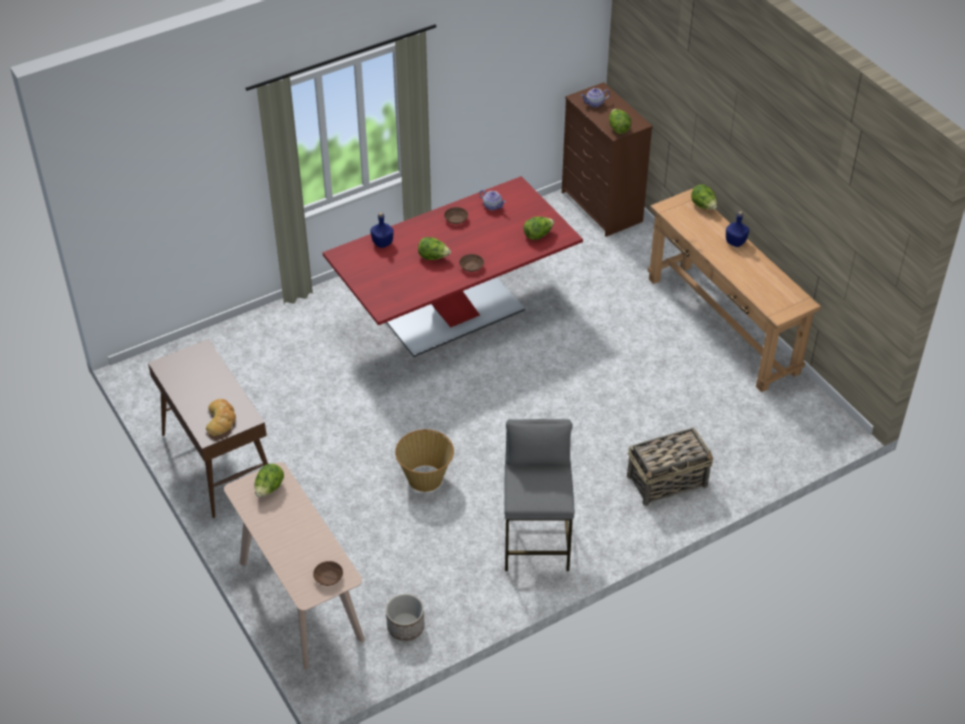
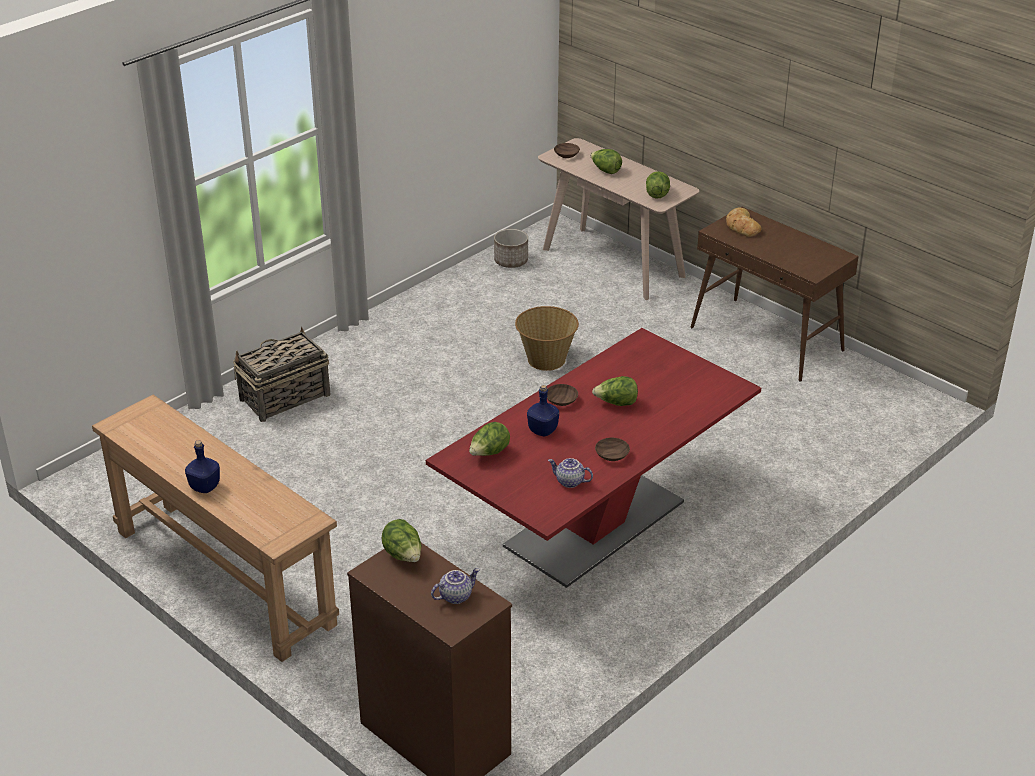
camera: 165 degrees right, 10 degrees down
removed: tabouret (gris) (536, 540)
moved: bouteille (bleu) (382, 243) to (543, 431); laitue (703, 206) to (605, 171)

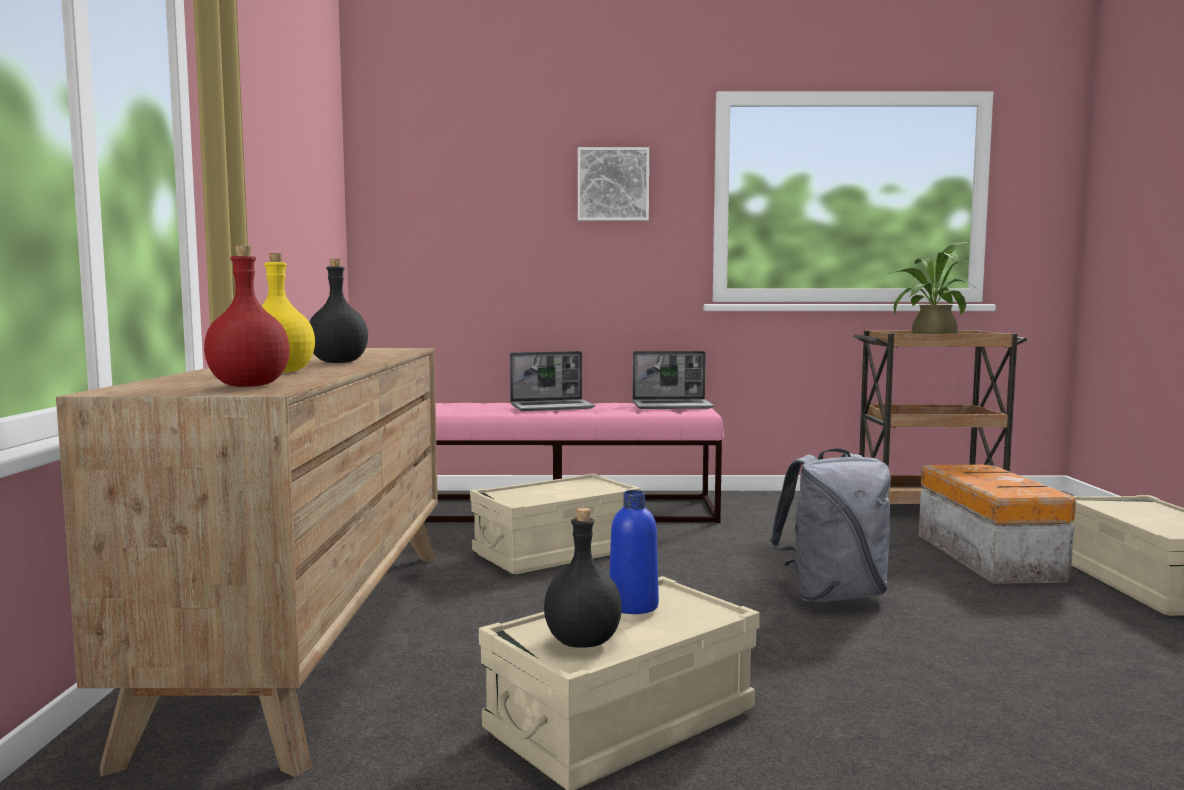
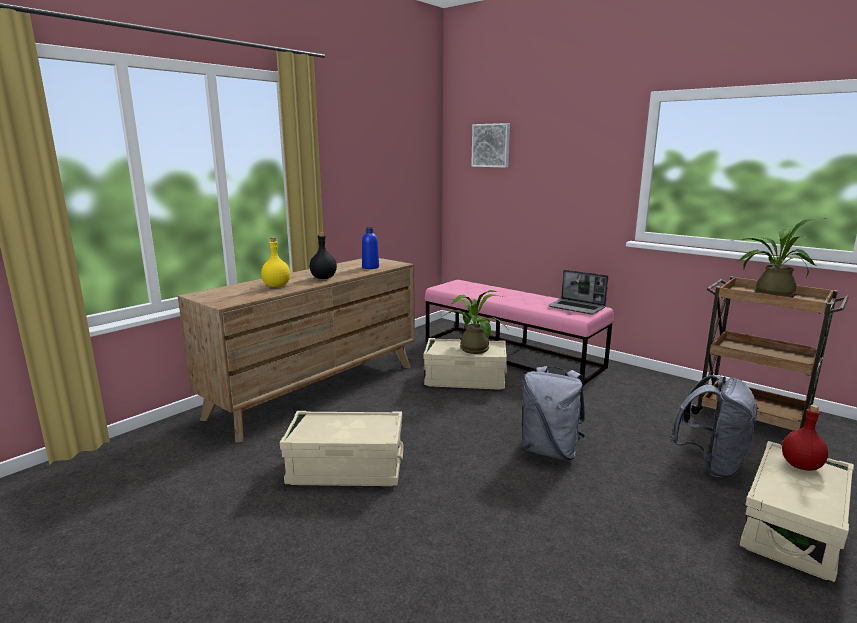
camera: 40 degrees right, 10 degrees up
removed: ordinateur portable (553, 407); bouteille (noir) (584, 642)
added: plante en pot (472, 348)
moved: bouteille (rouge) (250, 386) to (802, 466); tableau (613, 185) to (491, 145); bouteille (bleu) (633, 606) to (370, 267)
replaced: boîte de rangement (989, 556) to sac à dos (gris) (711, 464)

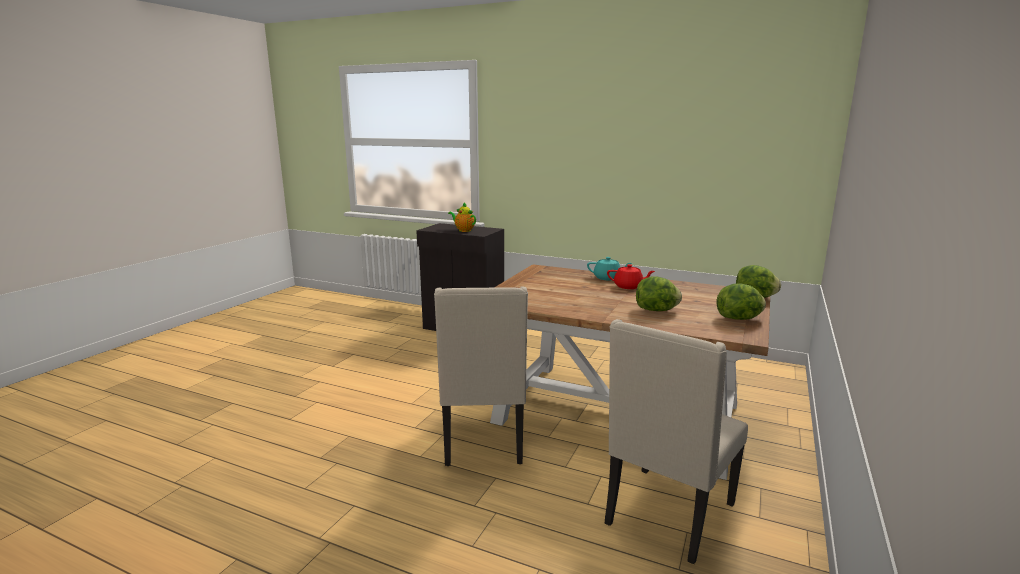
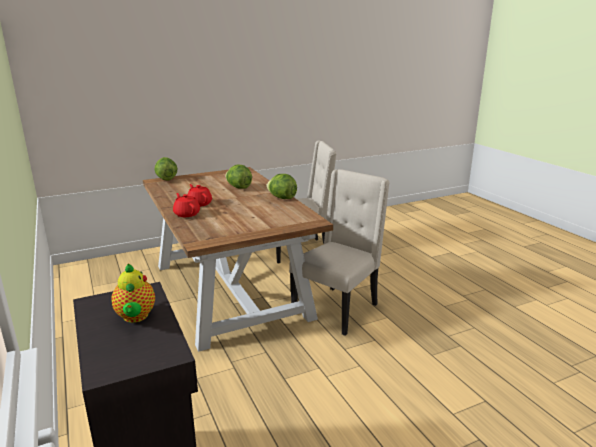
camera: 140 degrees left, 5 degrees up
moved: laitue (739, 319) to (282, 198)
recoloured: théière (turquoise) (608, 278) to théière (rouge) (186, 214)

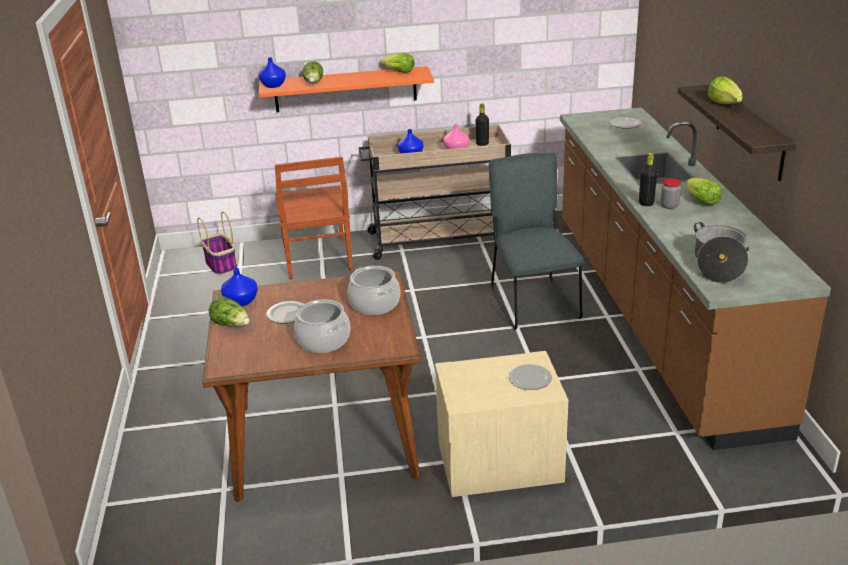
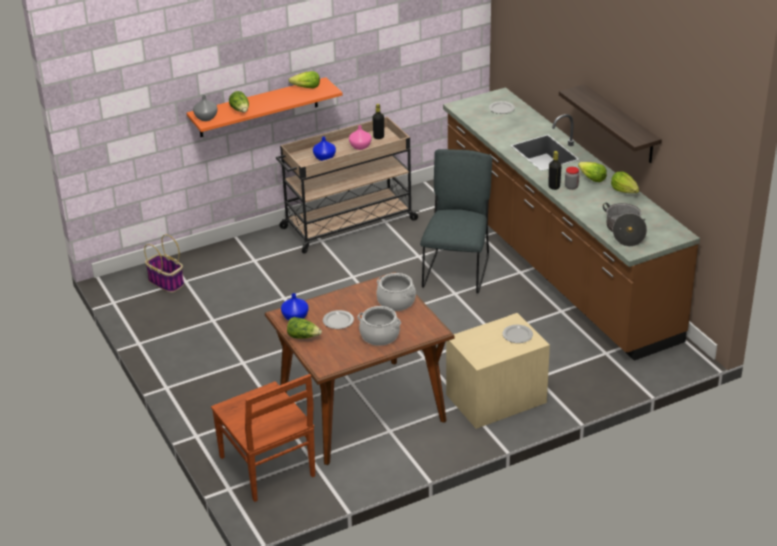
camera: 20 degrees left, 5 degrees up
moved: chaise (marron) (317, 260) to (268, 468); laitue (725, 103) to (624, 191)
recoloured: vase (bleu) (273, 85) to vase (gris) (206, 117)
turned: chaise (gris) (533, 302) = (457, 270) 45 degrees clockwise

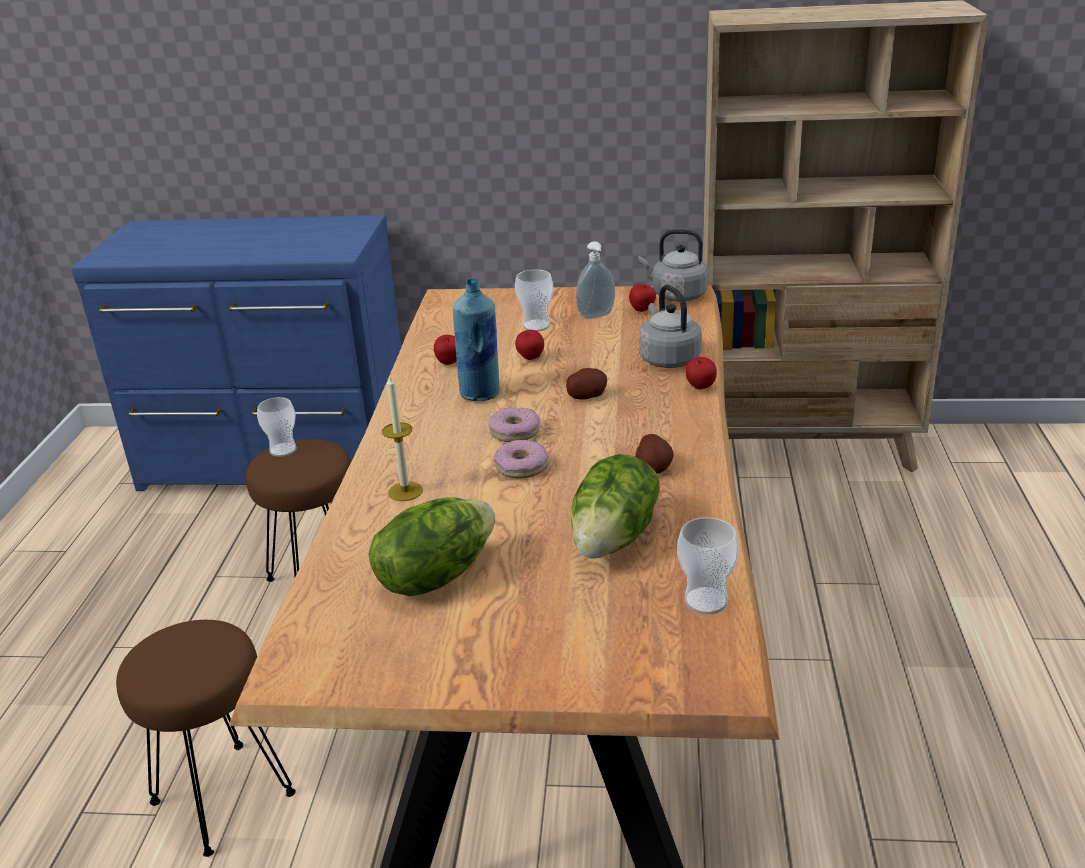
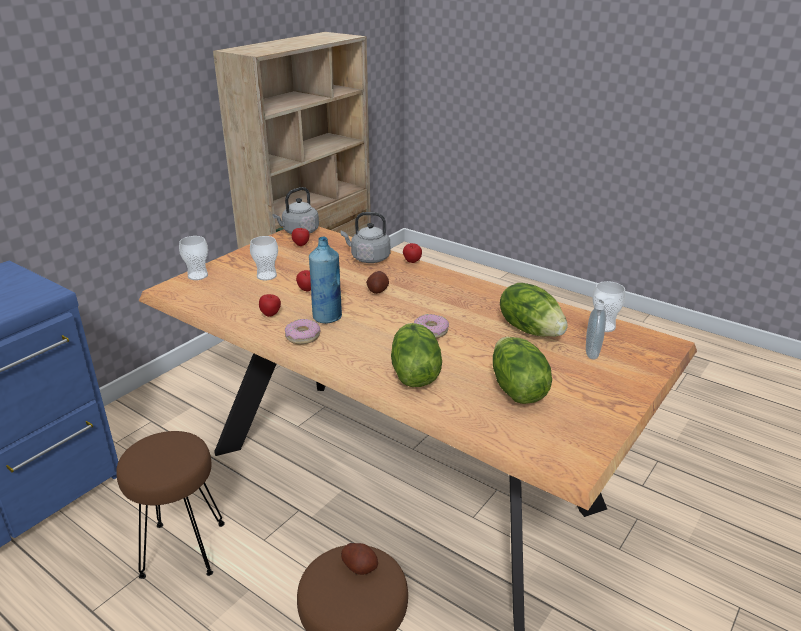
camera: 60 degrees left, 0 degrees up
moved: tasse (283, 450) to (198, 276); beignet (514, 432) to (302, 336); distributeur de savon (597, 316) to (594, 353); pomme de terre (654, 468) to (360, 566)
replaced: bougie (405, 491) to laitue (413, 374)

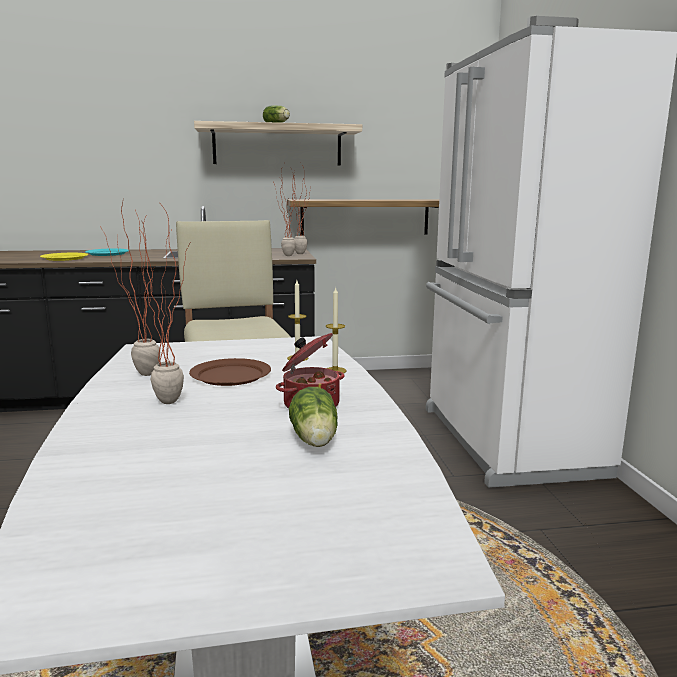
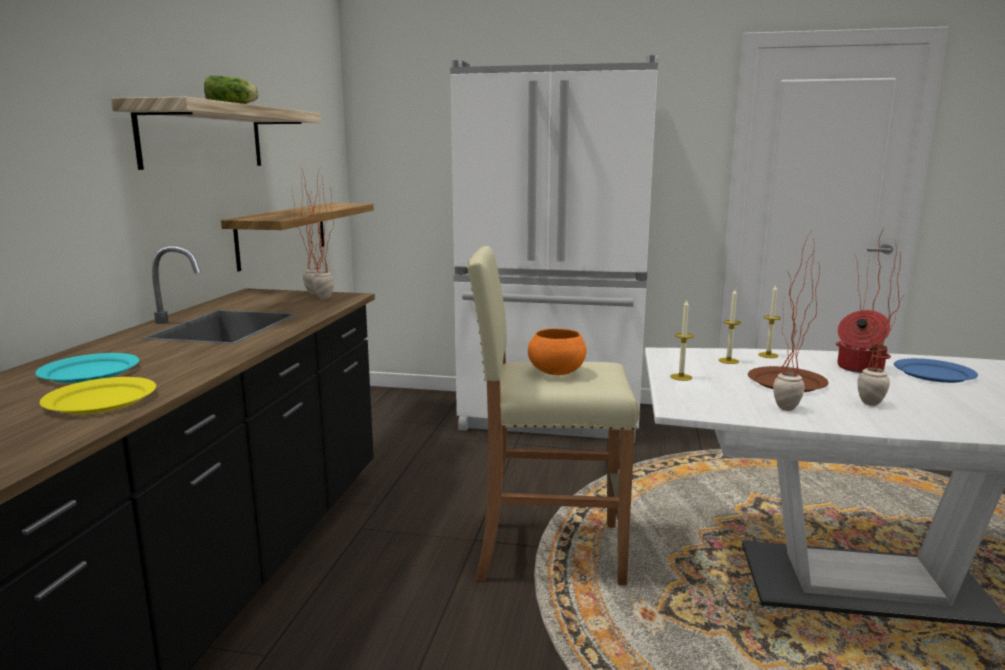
camera: 70 degrees left, 0 degrees up
added: bol (orange) (556, 373); bougie (681, 377)
replaced: laitue (314, 440) to assiette (bleu) (933, 373)

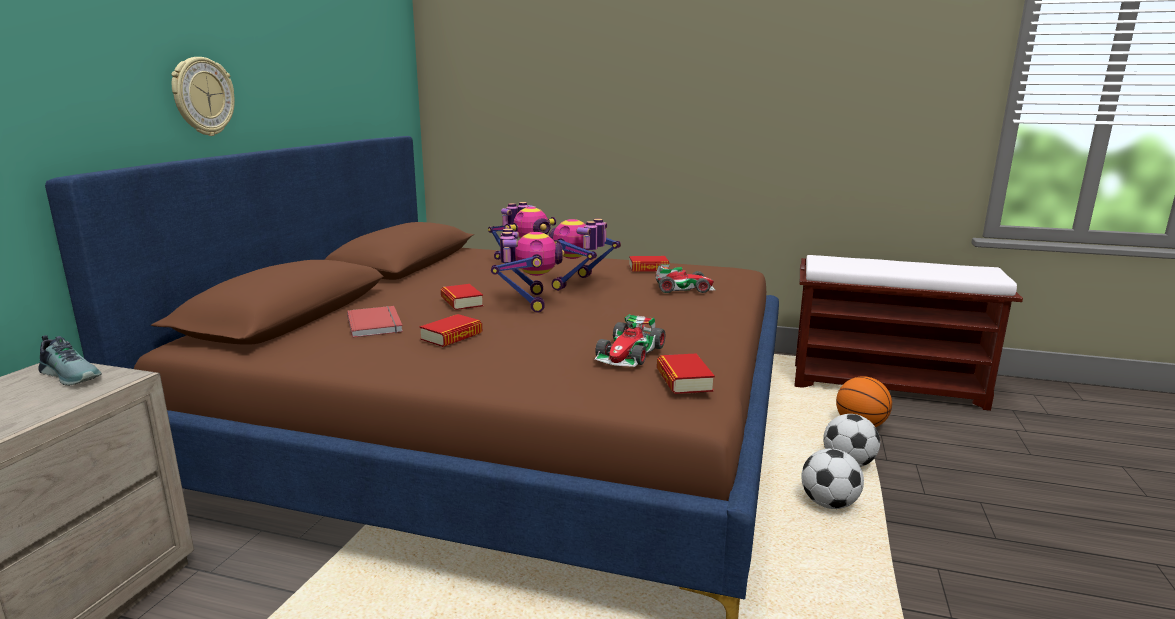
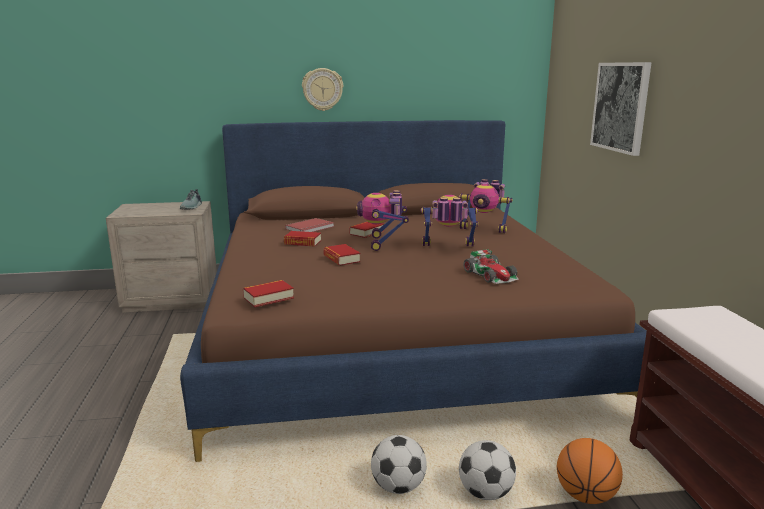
camera: 65 degrees right, 0 degrees up
removed: petite voiture (630, 353)
added: tableau (621, 107)
moved: livre (648, 268) to (341, 259)
turned: robot jouet (527, 302) = (383, 243) 120 degrees clockwise

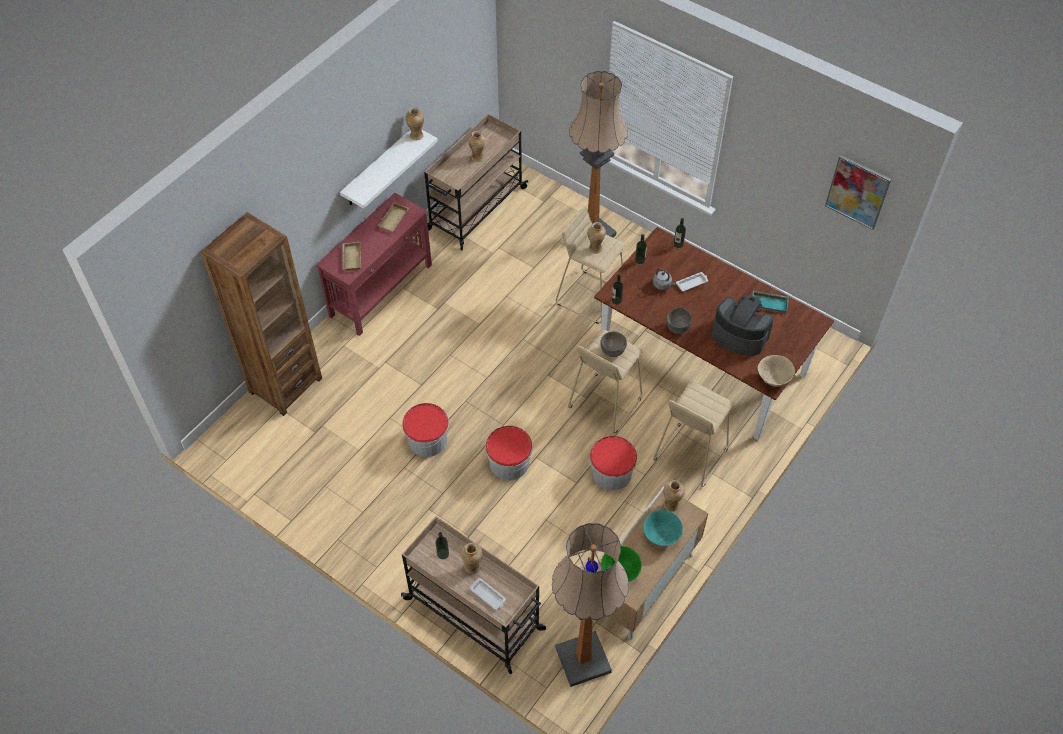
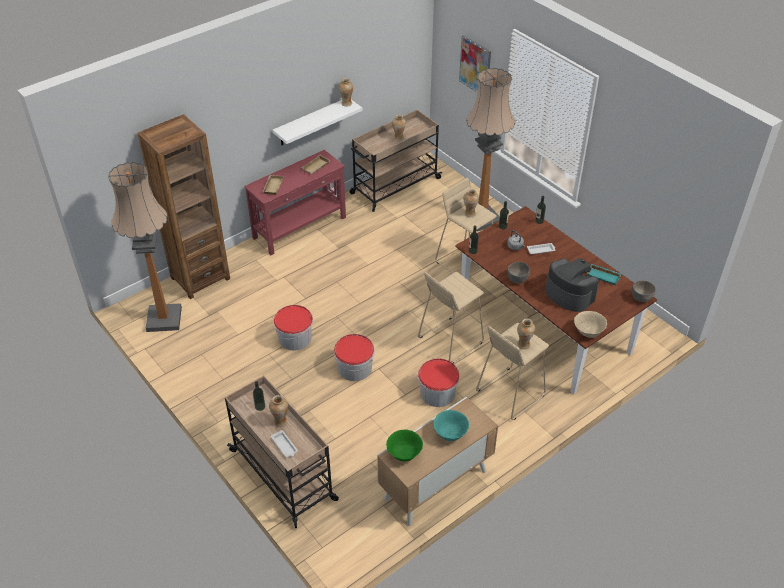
camera: 15 degrees right, 10 degrees down
moved: lampadaire (583, 660) to (164, 319); bol (gris) (613, 351) to (641, 298); vase (671, 504) to (523, 344); tableau (857, 192) to (475, 66)

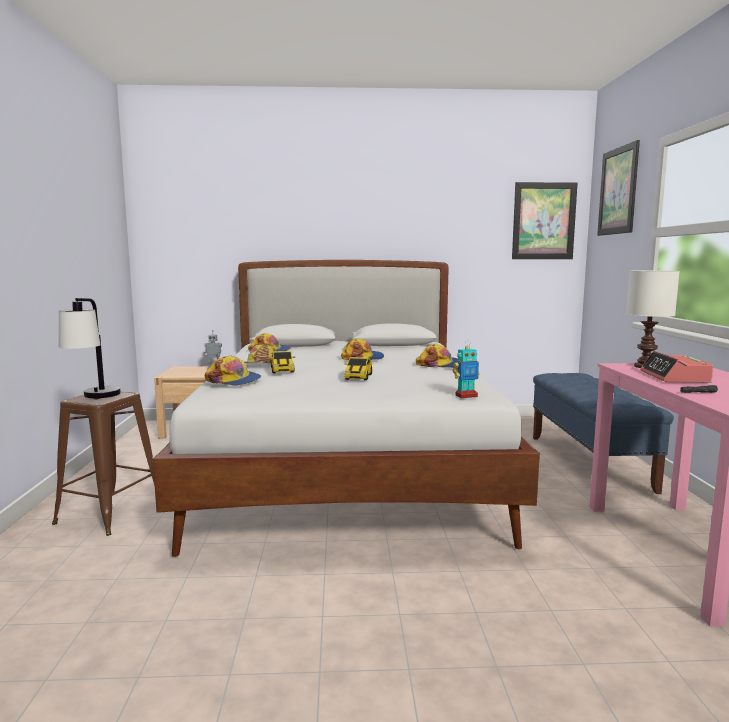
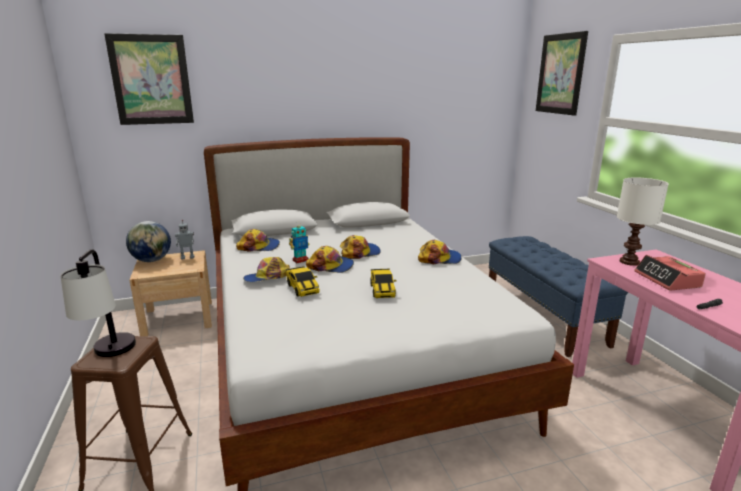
camera: 15 degrees left, 10 degrees up
added: globe (152, 260)
moved: casquette (233, 381) to (331, 266); robot jouet (466, 396) to (300, 260); tableau (543, 221) to (151, 80)

